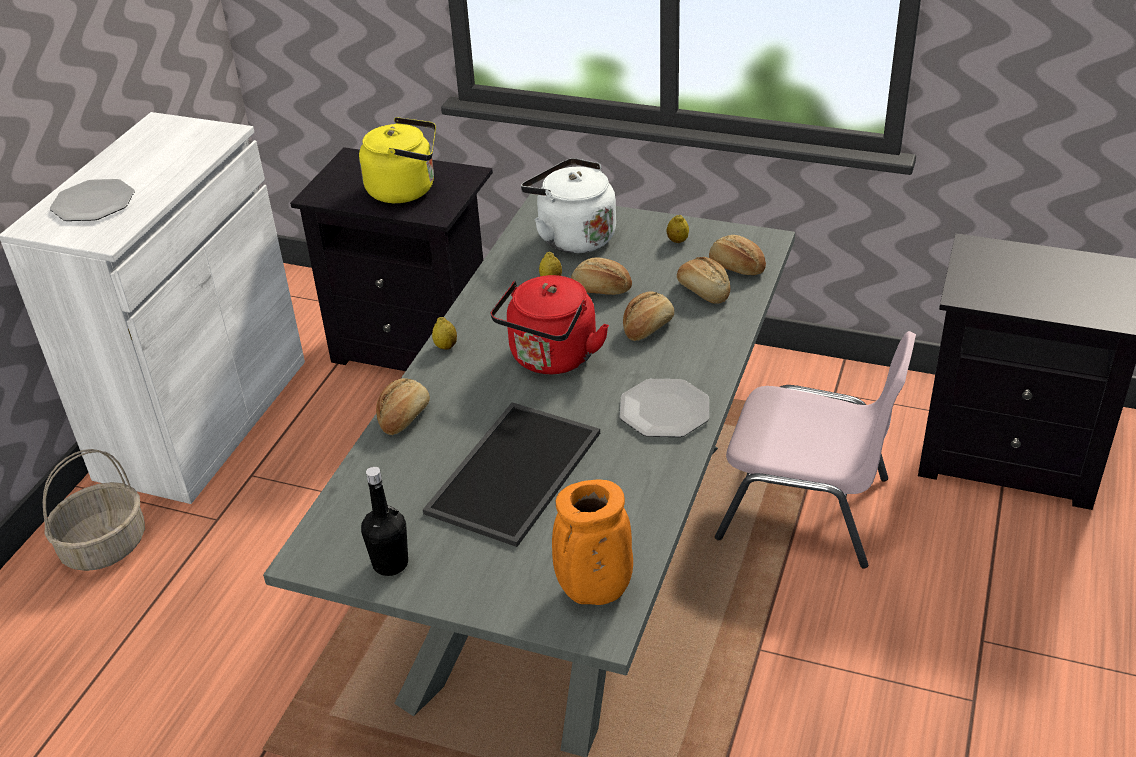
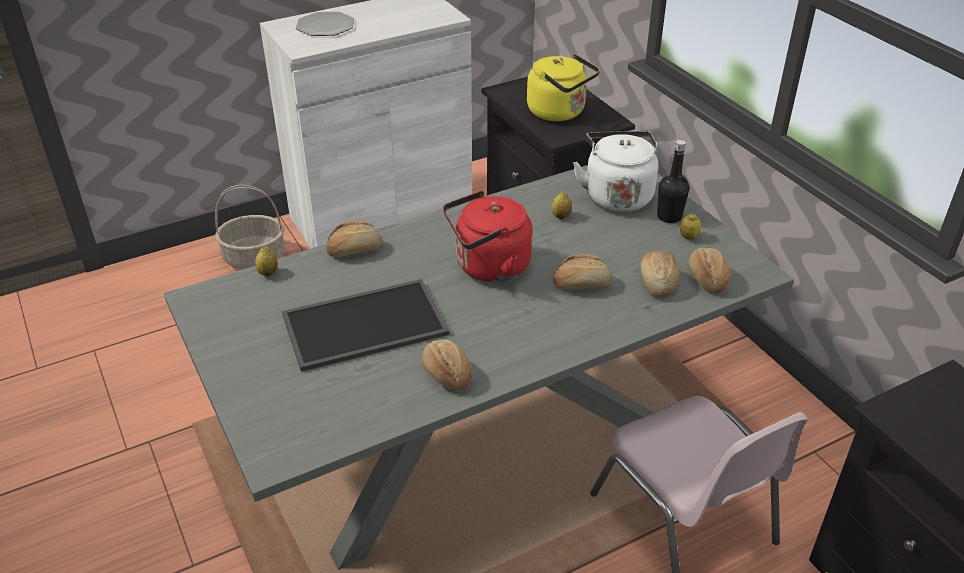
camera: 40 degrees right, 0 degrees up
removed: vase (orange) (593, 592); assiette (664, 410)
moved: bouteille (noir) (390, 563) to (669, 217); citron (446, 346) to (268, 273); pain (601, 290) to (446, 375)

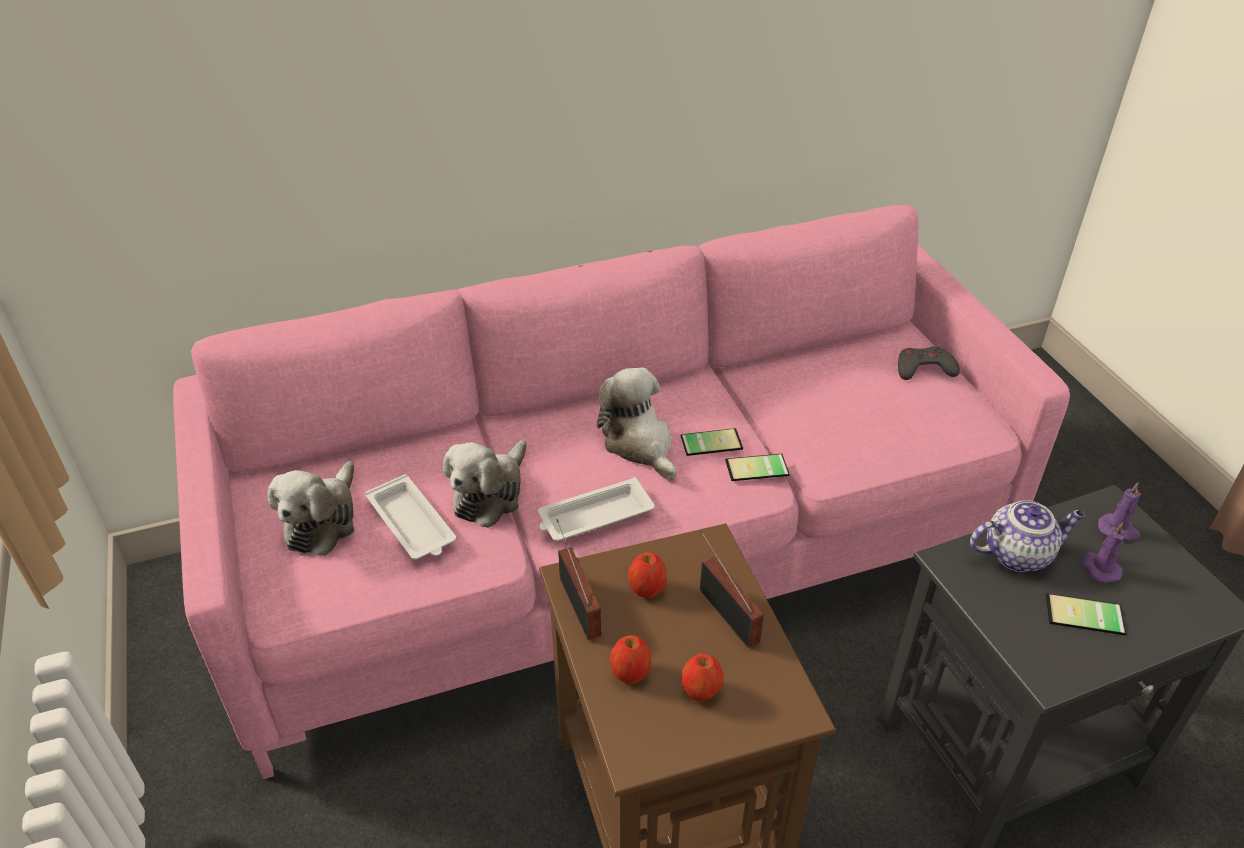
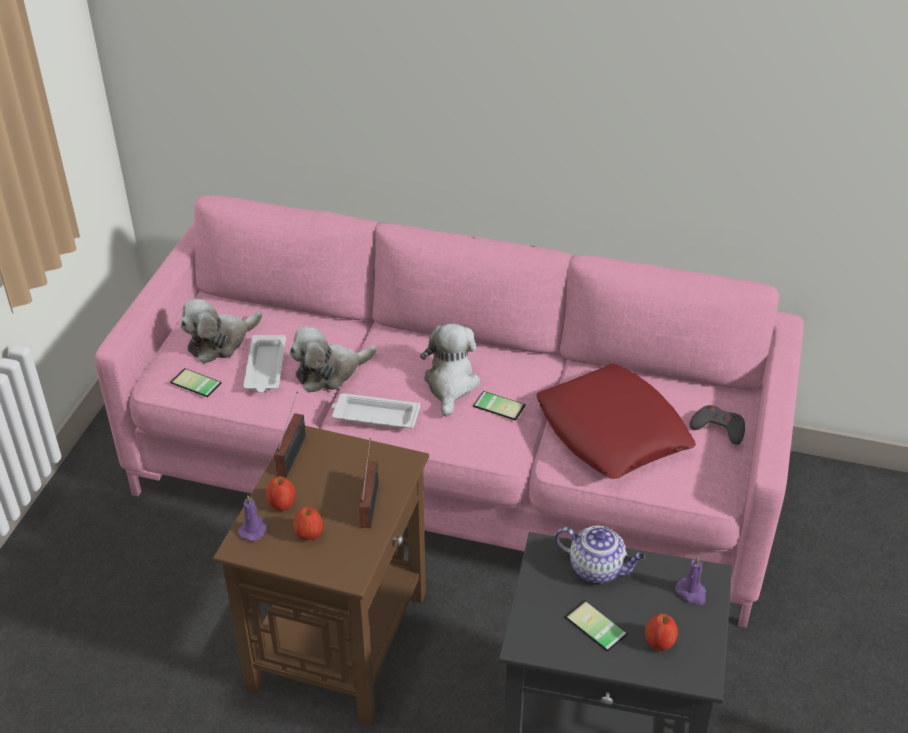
camera: 35 degrees right, 0 degrees up
added: coussin (rouge) (613, 431)
moved: pomme (647, 589) to (659, 643); téléphone (757, 470) to (194, 384); bougie (violet) (1099, 568) to (254, 529)

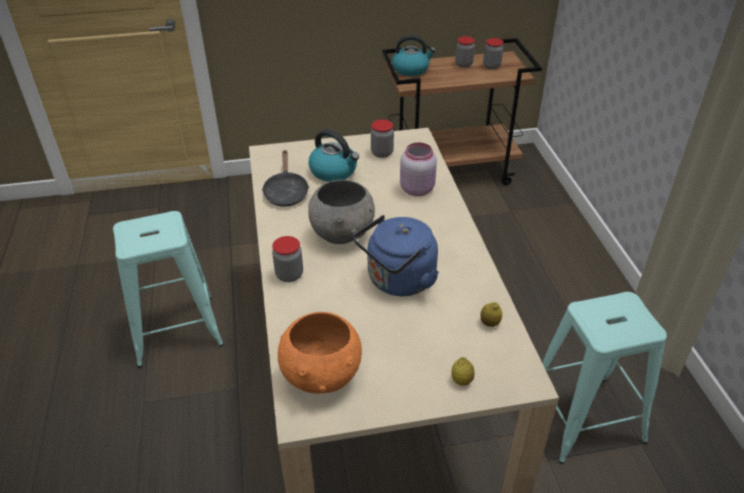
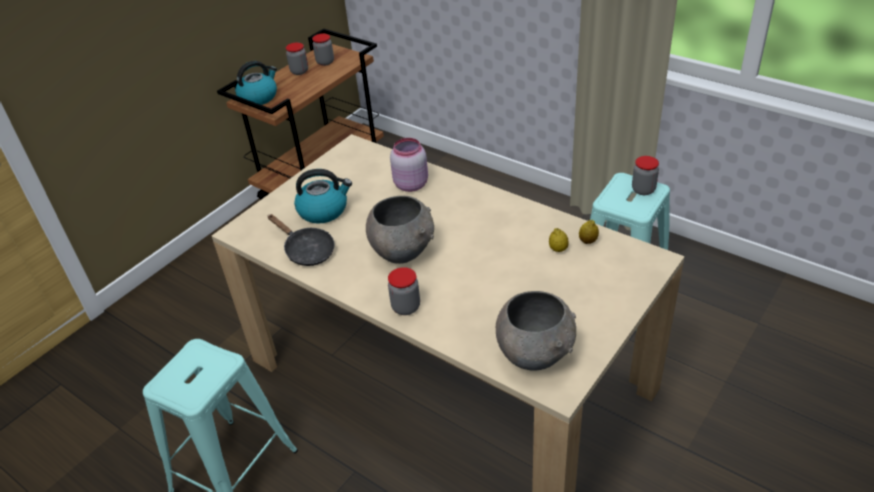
camera: 40 degrees left, 0 degrees up
removed: bouilloire (bleu) (398, 281)
moved: bocal (382, 153) to (643, 190); citron (461, 380) to (558, 249)
recoloured: bol (orange) (322, 377) to bol (gris) (535, 354)

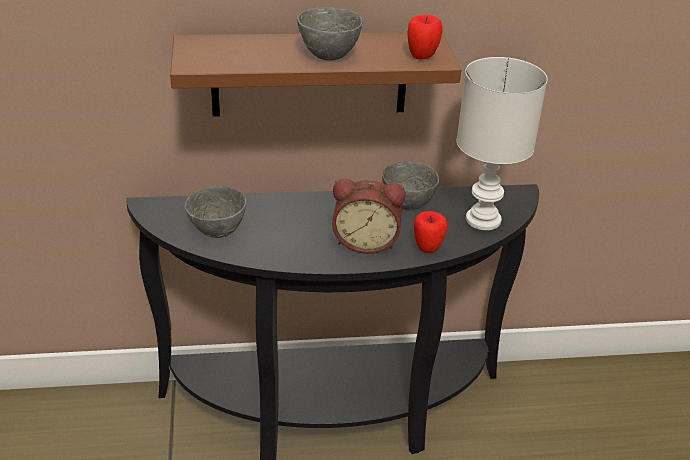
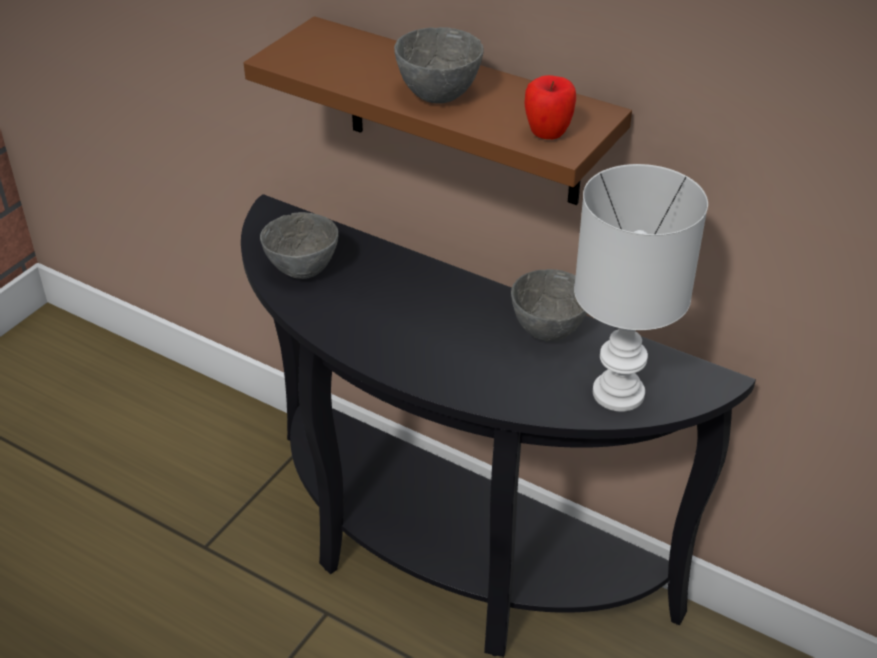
camera: 40 degrees right, 5 degrees up
removed: réveil (366, 241); pomme (428, 248)

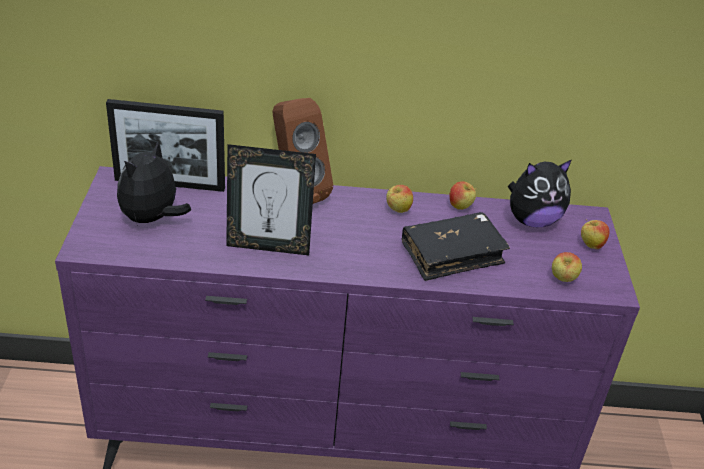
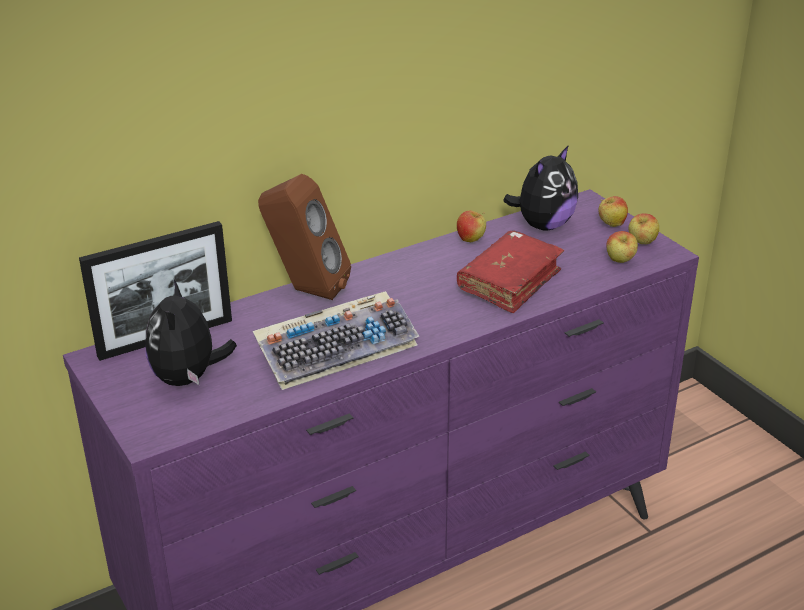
camera: 30 degrees left, 5 degrees down
moved: pomme (398, 210) to (642, 243)
replaced: cadre photo (268, 246) to clavier (338, 349)
recoloured: livre (noir) (452, 254) to livre (rouge) (510, 282)

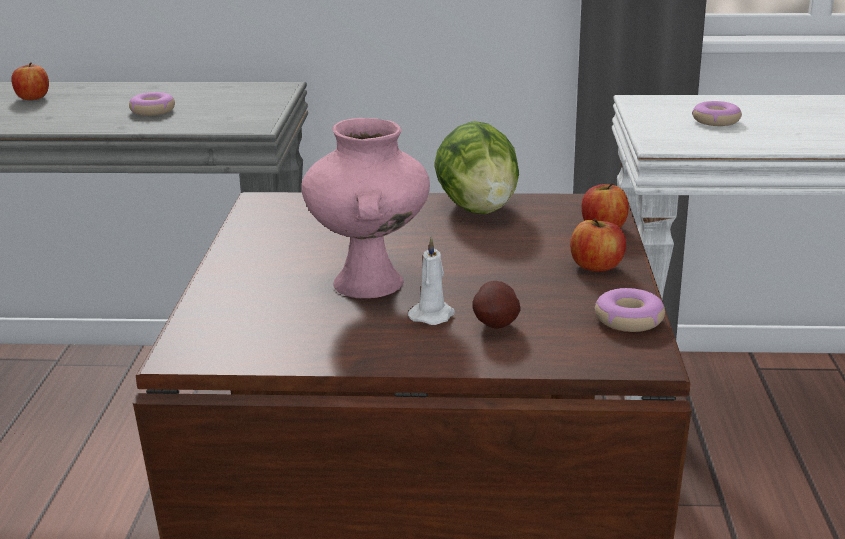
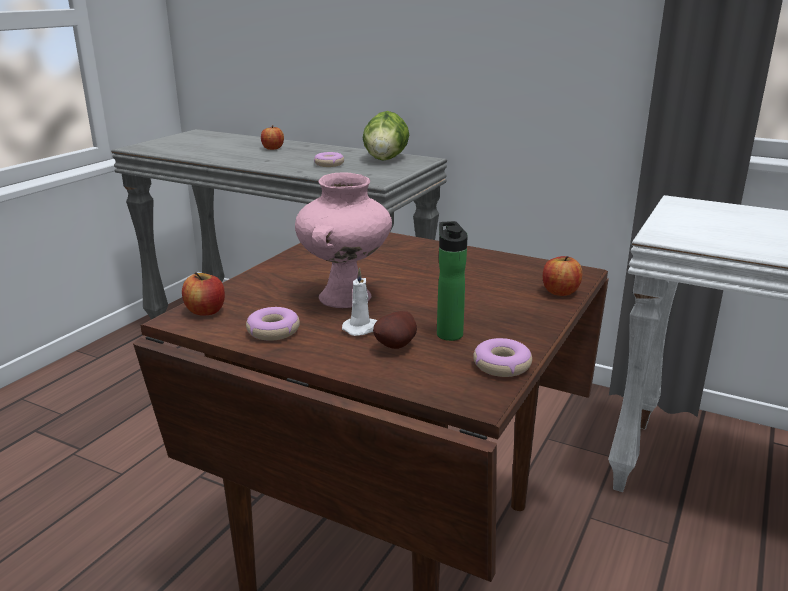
camera: 25 degrees right, 0 degrees up
added: bouteille (448, 333)
moved: laitue (478, 209) to (386, 159); pomme (596, 267) to (205, 311); beignet (715, 121) to (273, 331)

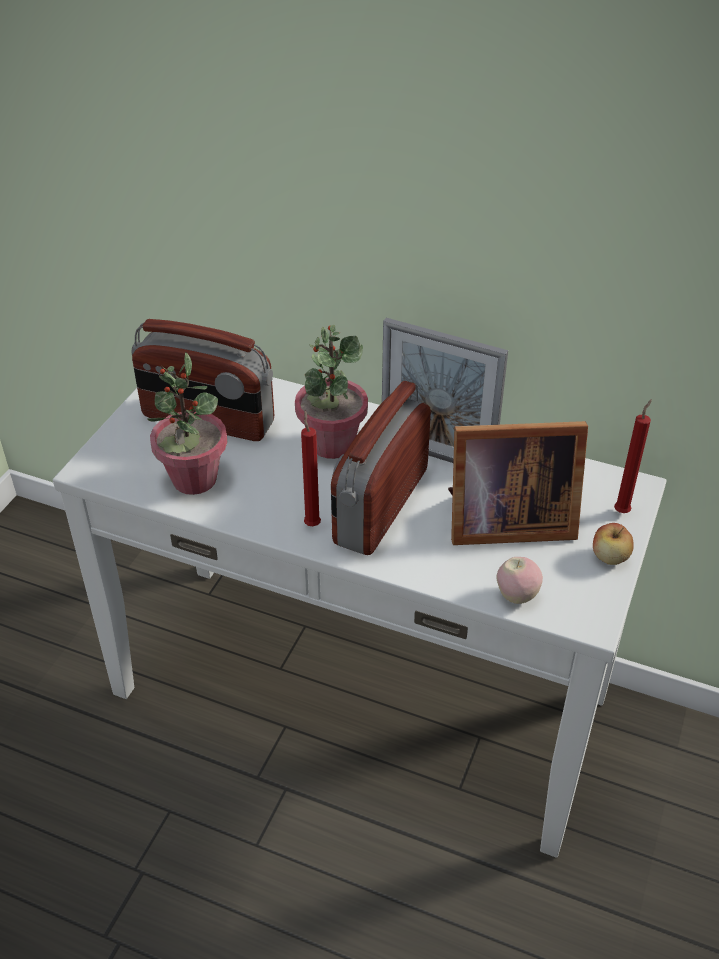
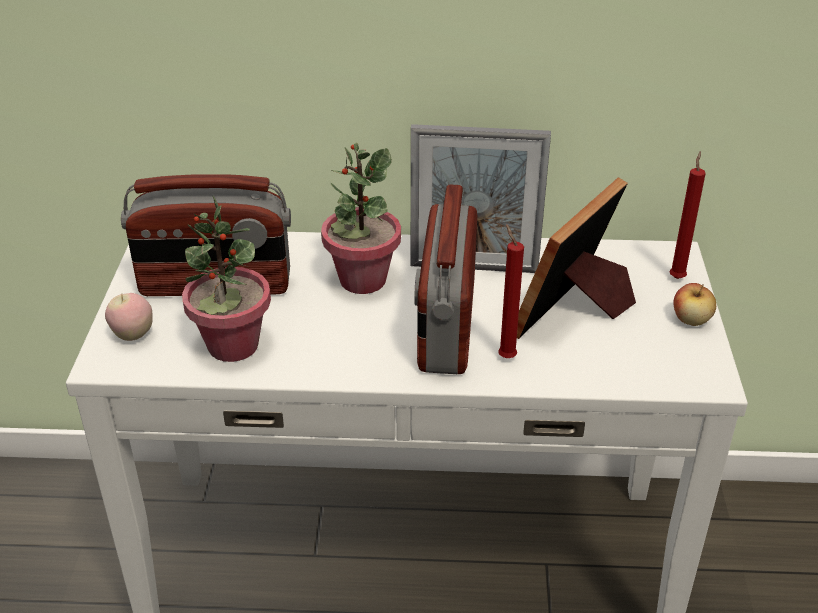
camera: 20 degrees left, 5 degrees down
moved: bougie (rouge) (312, 523) to (505, 356); pomme (516, 596) to (133, 335)
turned: cadre photo (504, 521) = (575, 312) 150 degrees clockwise

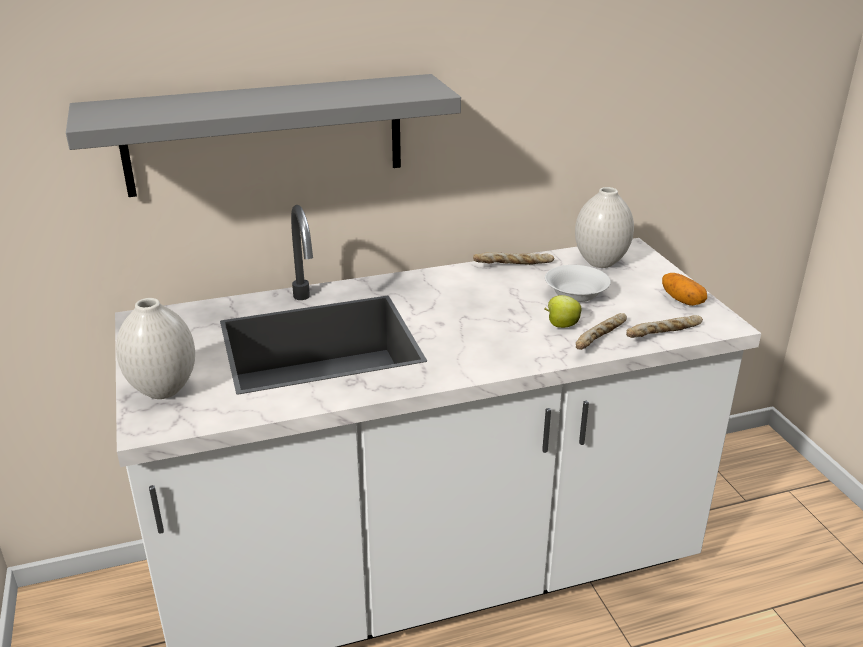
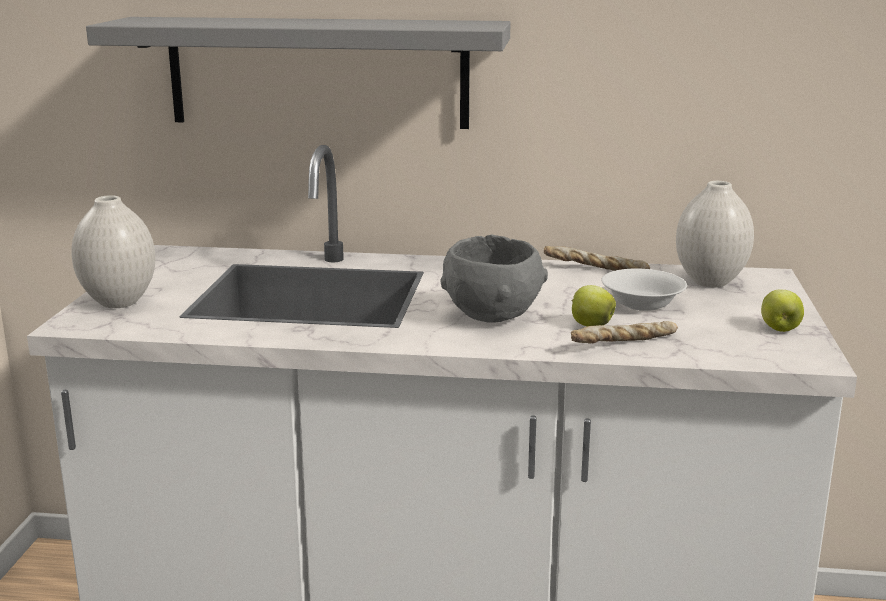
camera: 25 degrees right, 10 degrees down
removed: pain (664, 335)
added: bol (gris) (490, 317)
replaced: pomme de terre (682, 300) to pomme (780, 329)

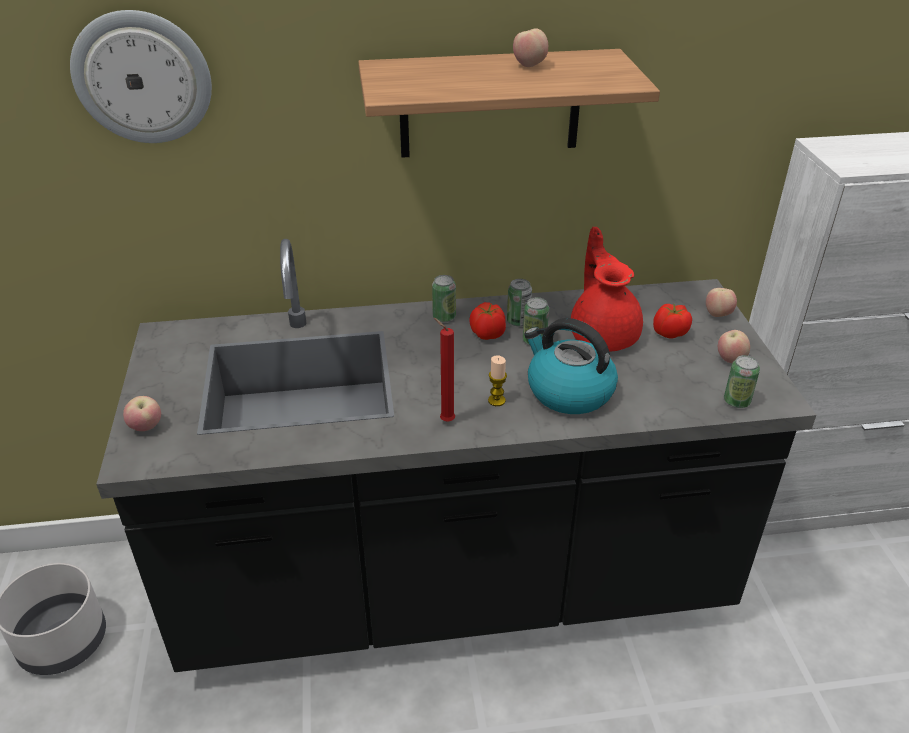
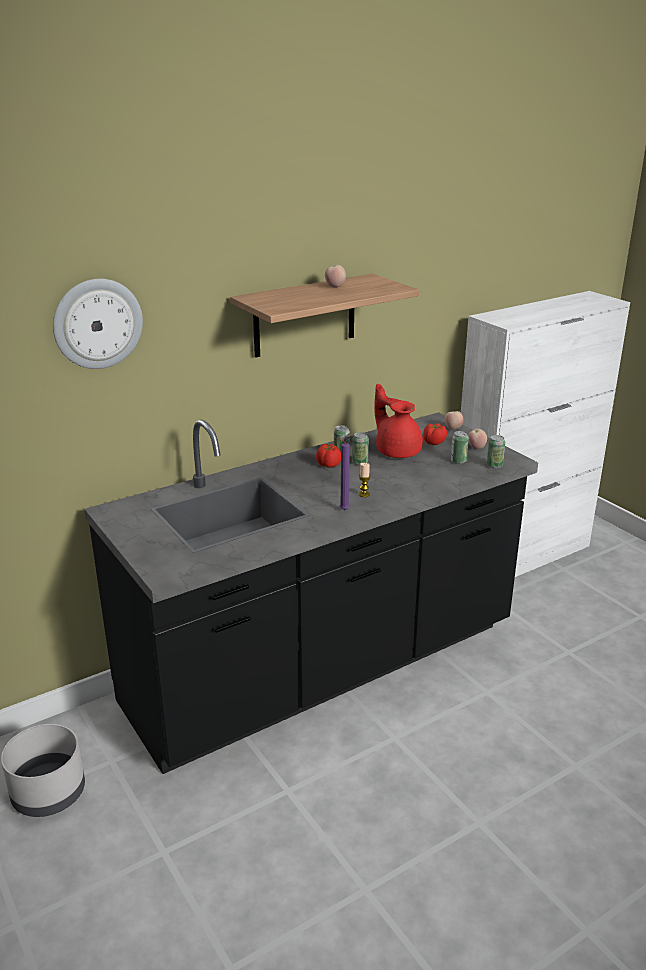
camera: 25 degrees left, 10 degrees down
removed: pomme (146, 427); bouilloire (568, 391)
moved: boîte métallique (444, 317) to (458, 461)
recoloured: bougie (rouge) (445, 420) to bougie (violet) (342, 510)

